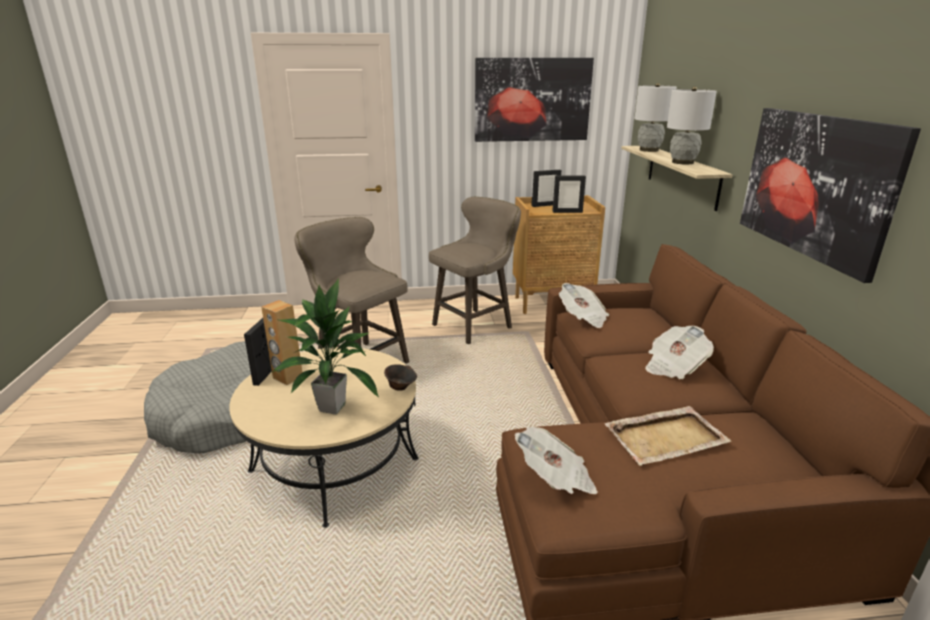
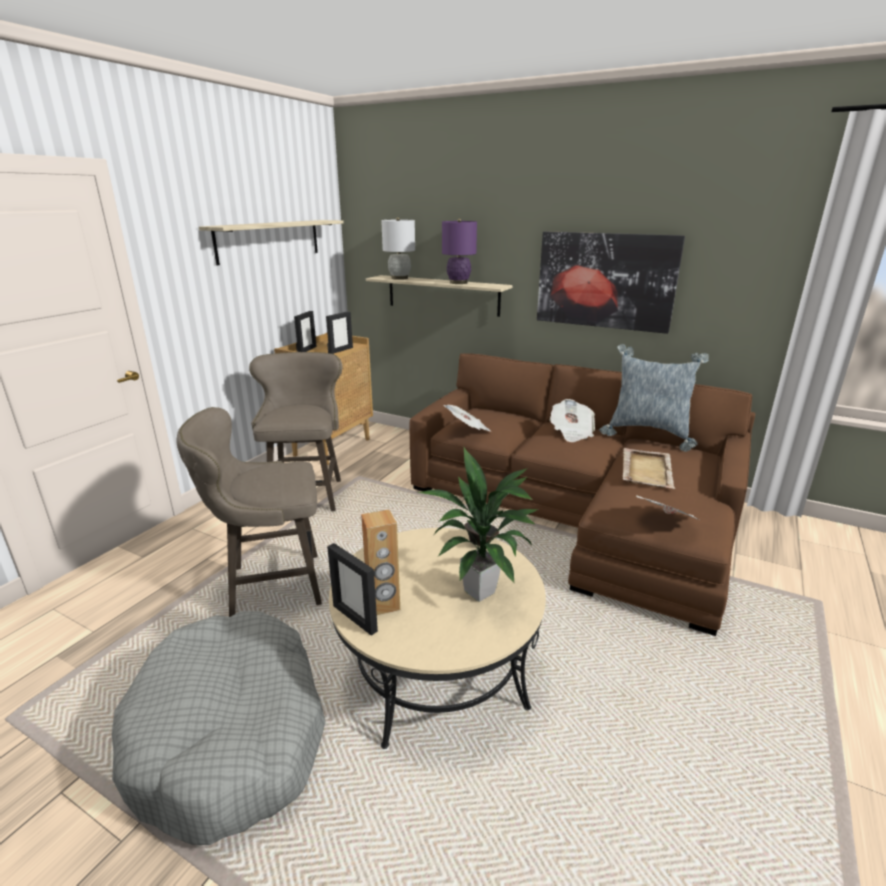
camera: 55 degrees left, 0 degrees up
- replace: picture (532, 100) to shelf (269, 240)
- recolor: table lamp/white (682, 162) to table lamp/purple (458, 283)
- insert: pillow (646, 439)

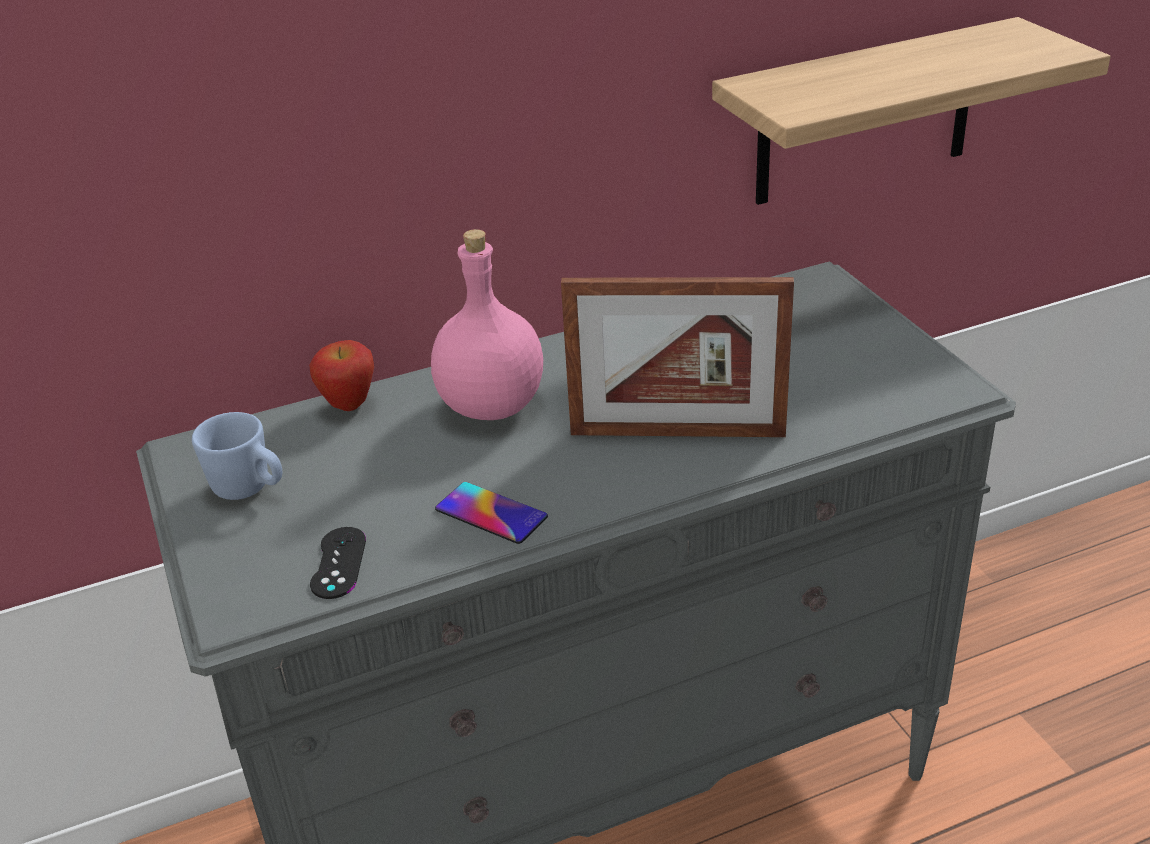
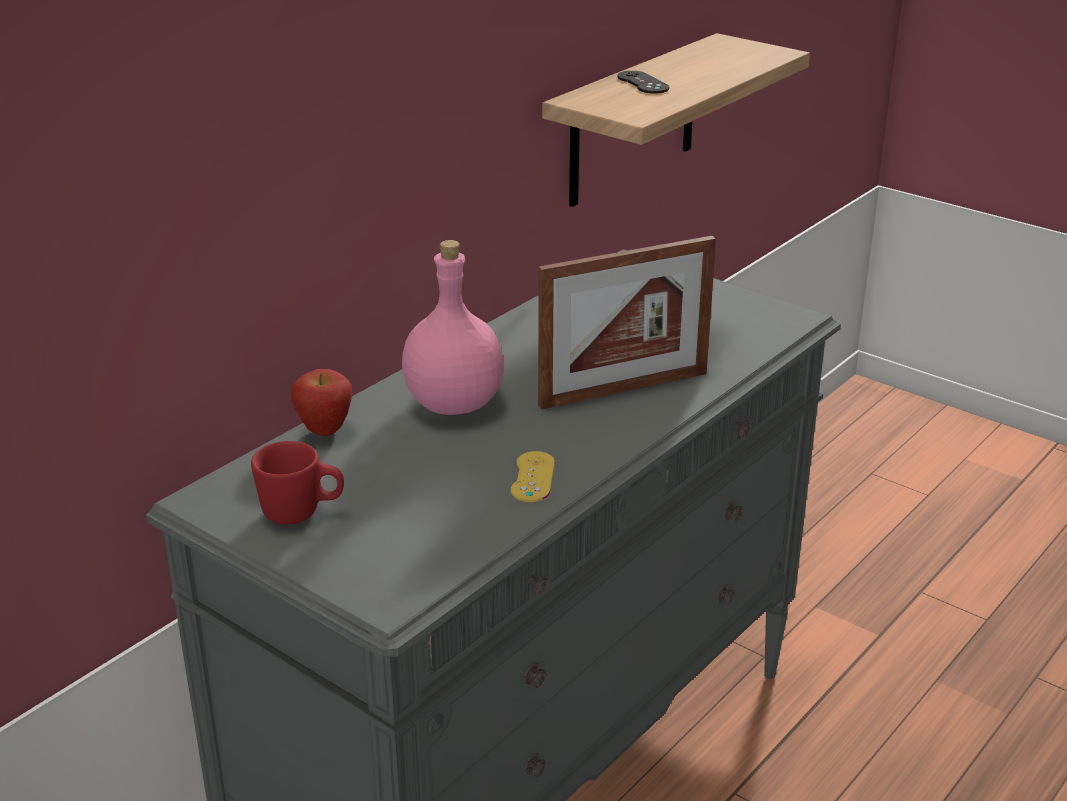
camera: 30 degrees left, 5 degrees down
- recolor: mug/blue (250, 489) to mug/red (302, 513)
- replace: phone (491, 513) to game controller/yellow (533, 477)
- move: game controller/black (338, 563) to (643, 83)

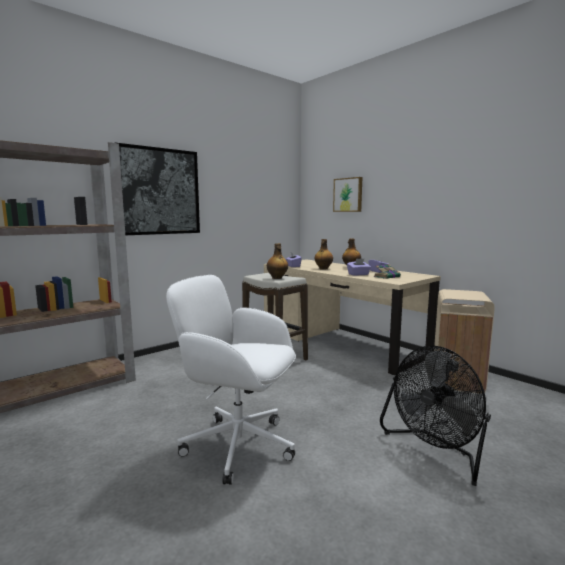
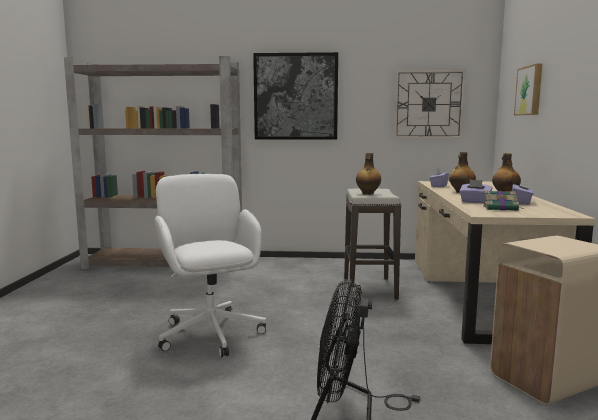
camera: 45 degrees right, 0 degrees up
- insert: wall clock (428, 104)

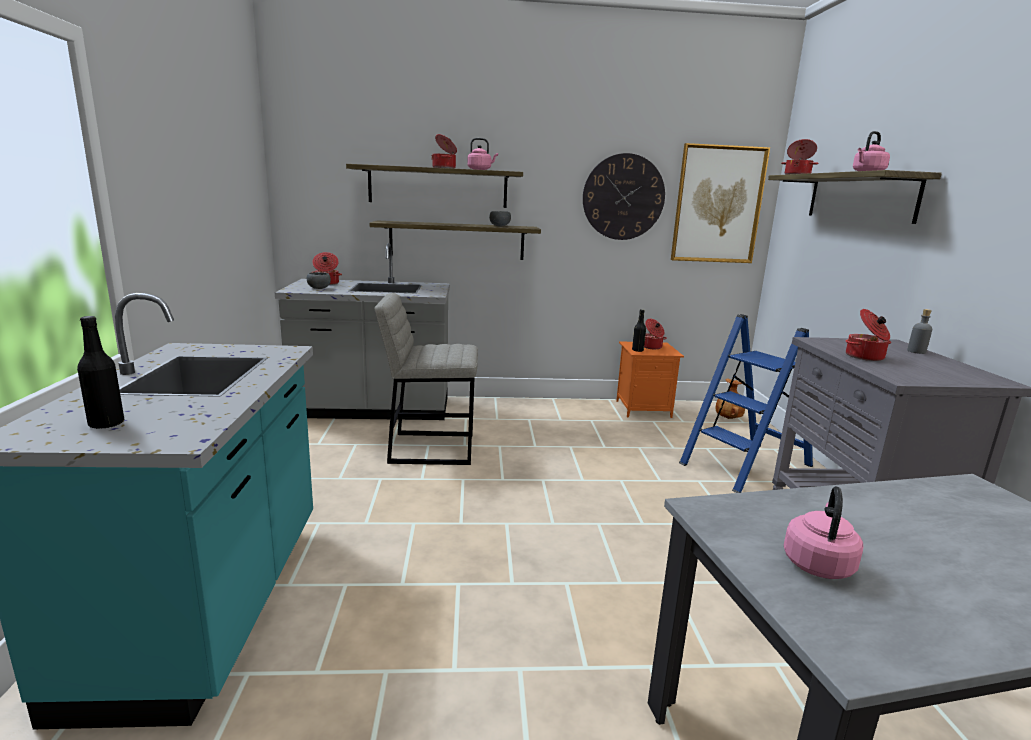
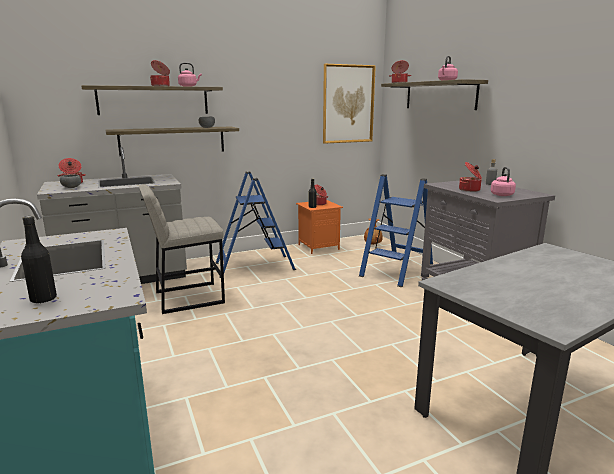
camera: 20 degrees left, 0 degrees up
- insert: step ladder/blue (253, 266)
- move: kettle/pink (818, 563) to (501, 194)
- delete: wall clock (623, 197)

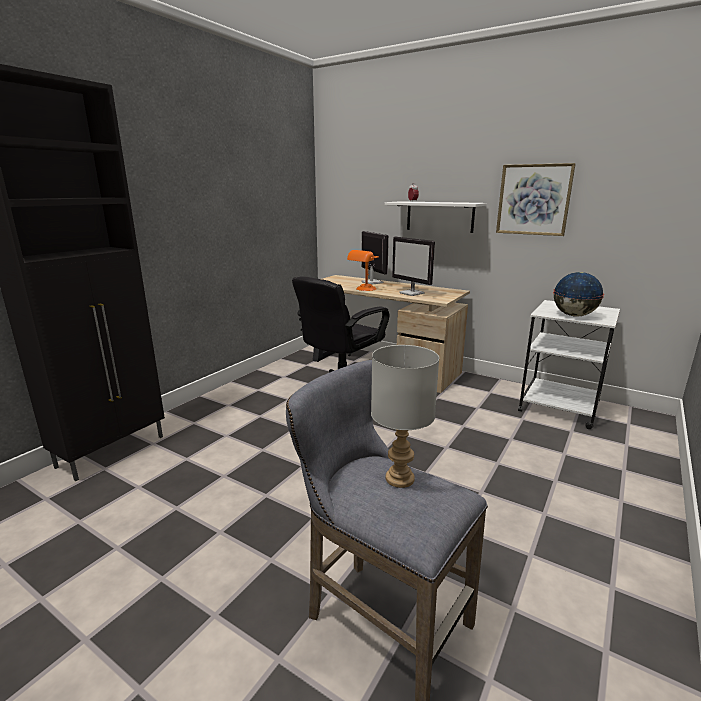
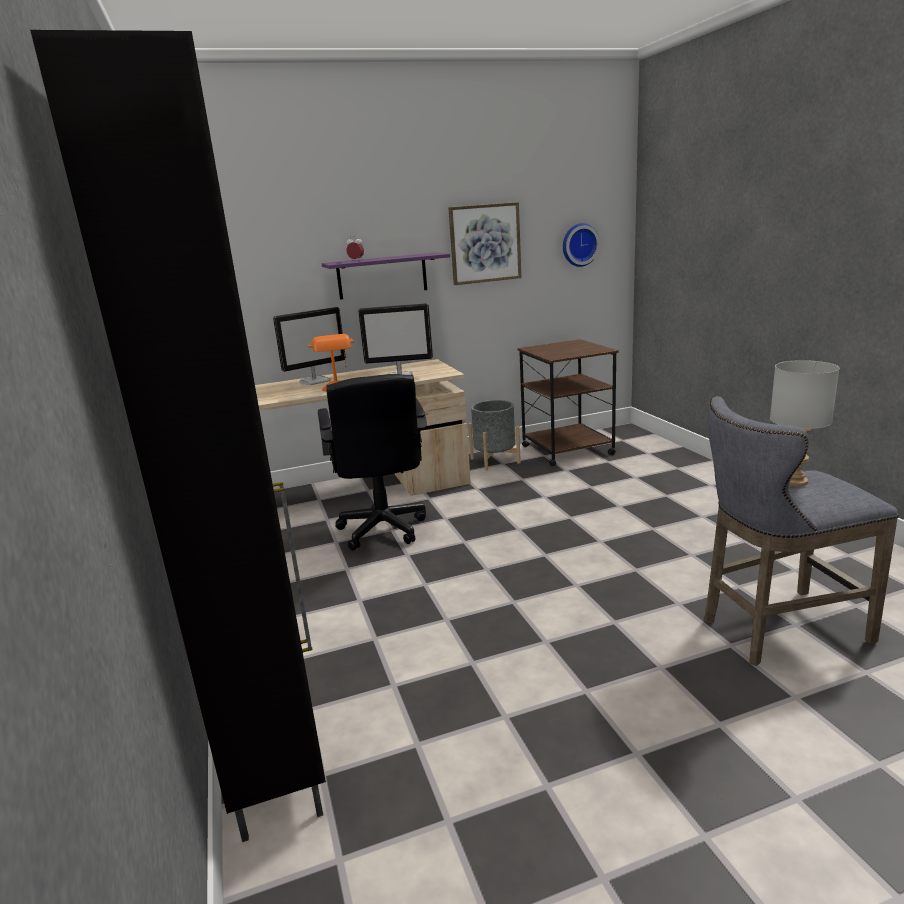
camera: 50 degrees left, 0 degrees up
- rotate: monitor (372, 282) = (315, 381) 135 degrees clockwise
- recolor: shelf/white (440, 216) to shelf/purple (382, 276)
- insert: planter/grey (495, 460)
- recolor: cart/white (560, 407) to cart/brown (568, 450)
- insert: wall clock (579, 245)
- delete: globe (573, 315)

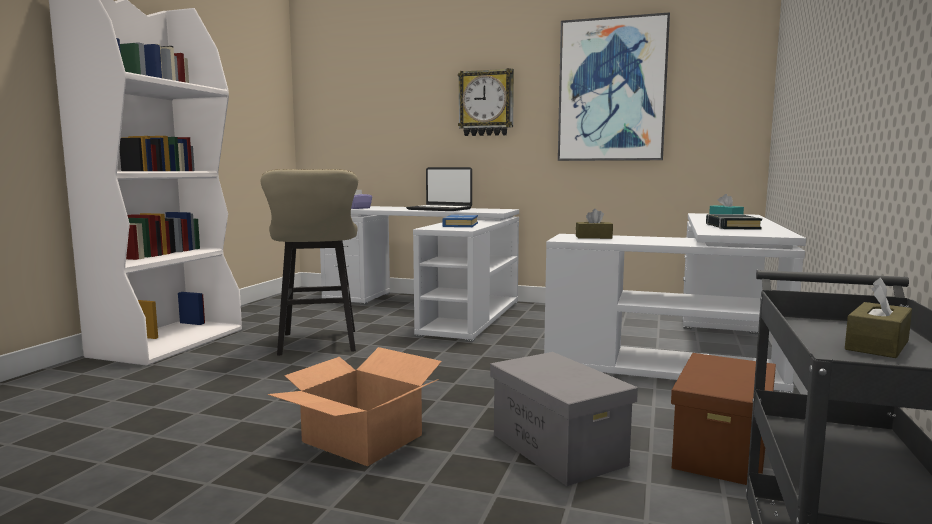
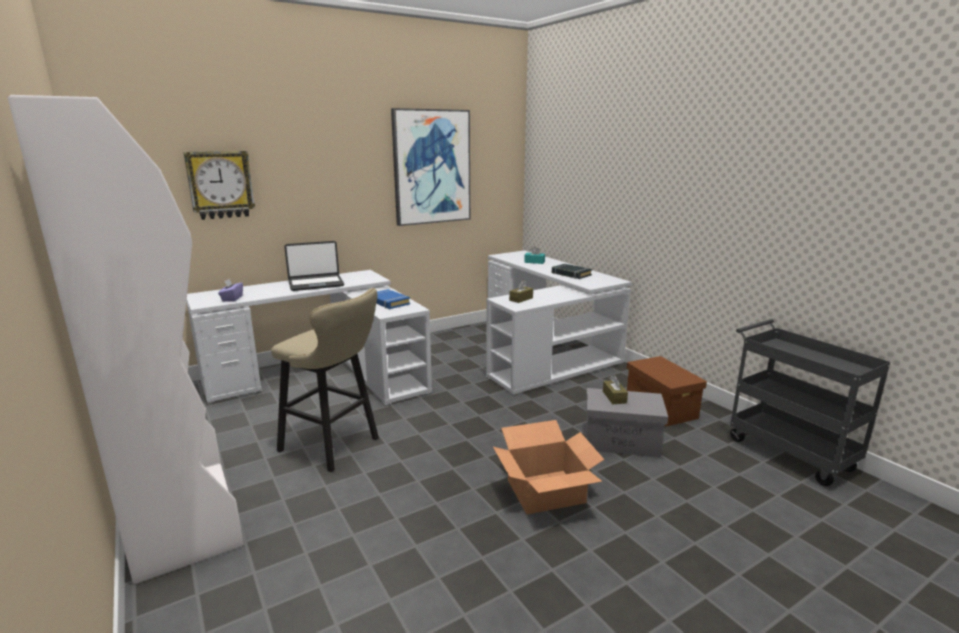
camera: 50 degrees left, 10 degrees up
- move: wall clock (486, 103) to (220, 185)
- move: tissue box/brown (877, 345) to (614, 397)

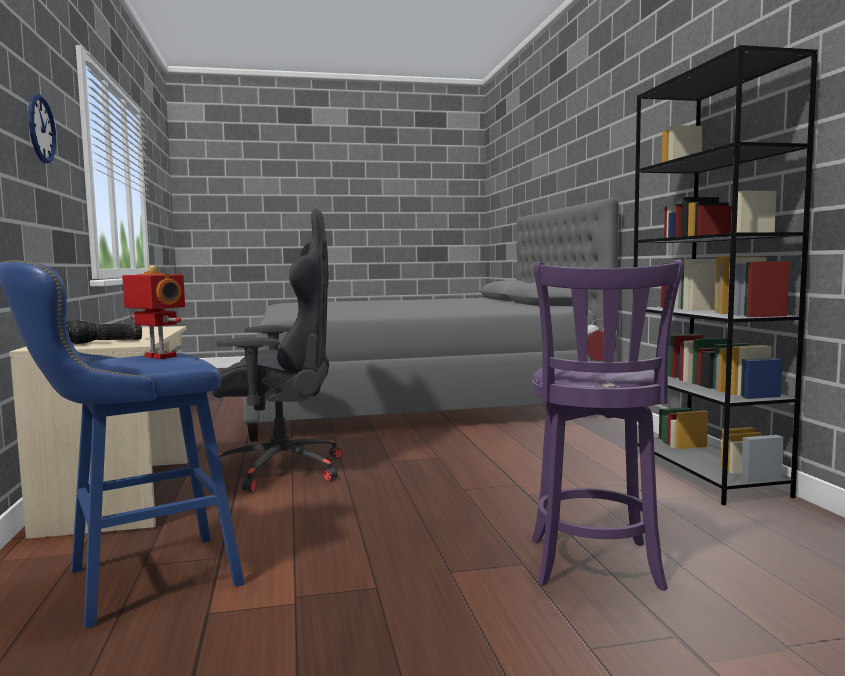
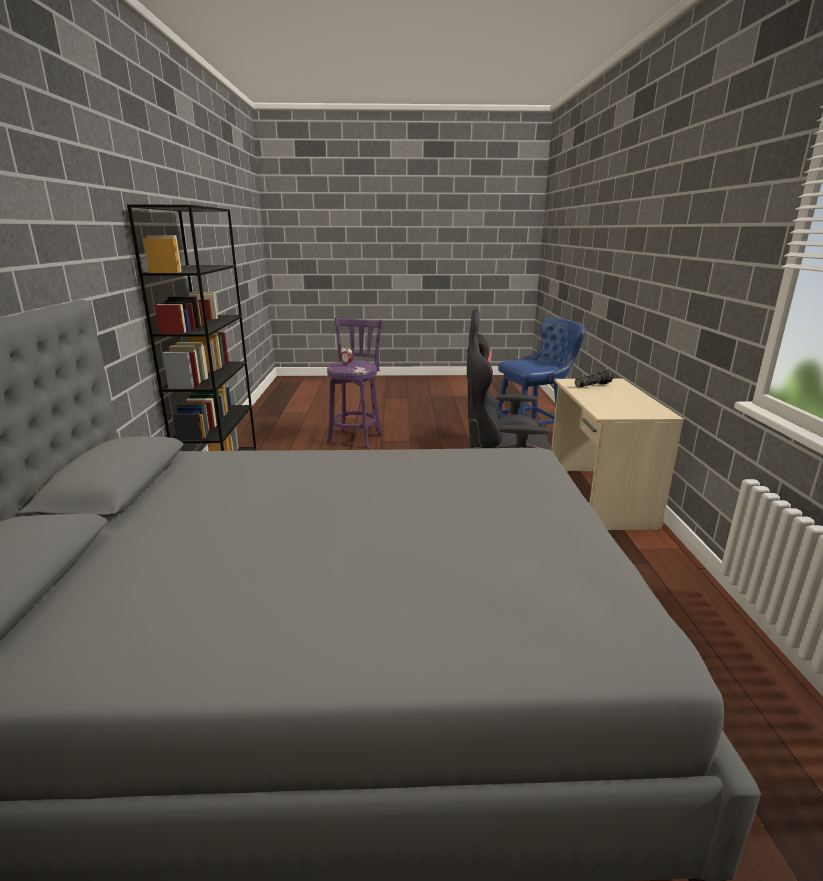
camera: 170 degrees left, 15 degrees up
- delete: wall clock (41, 129)
- delete: toy robot (158, 357)

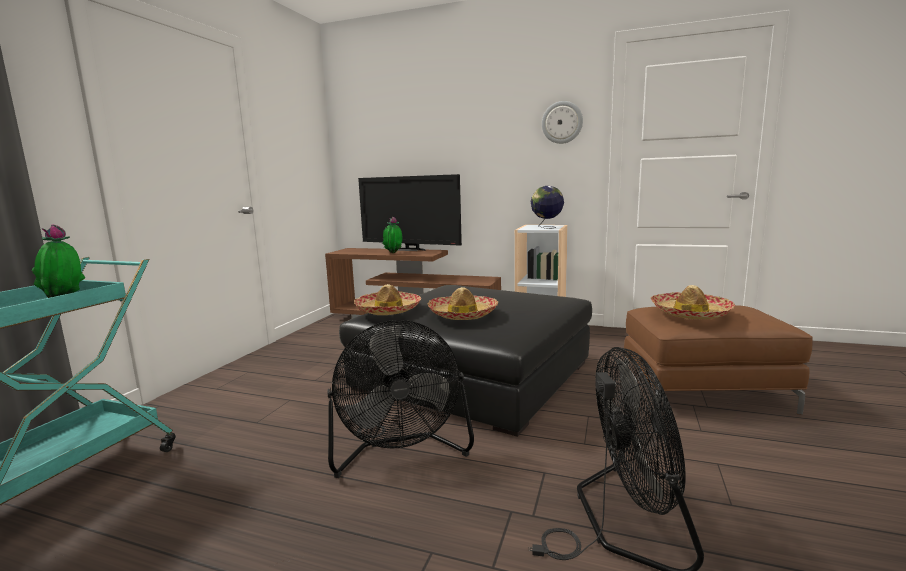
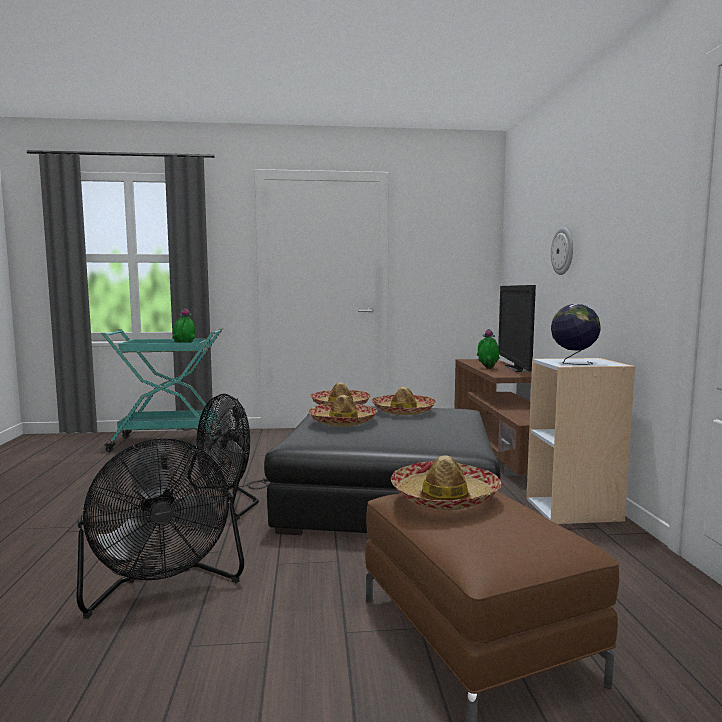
camera: 65 degrees right, 5 degrees down
- insert: hat (402, 411)
- move: wall clock (562, 122) to (563, 251)

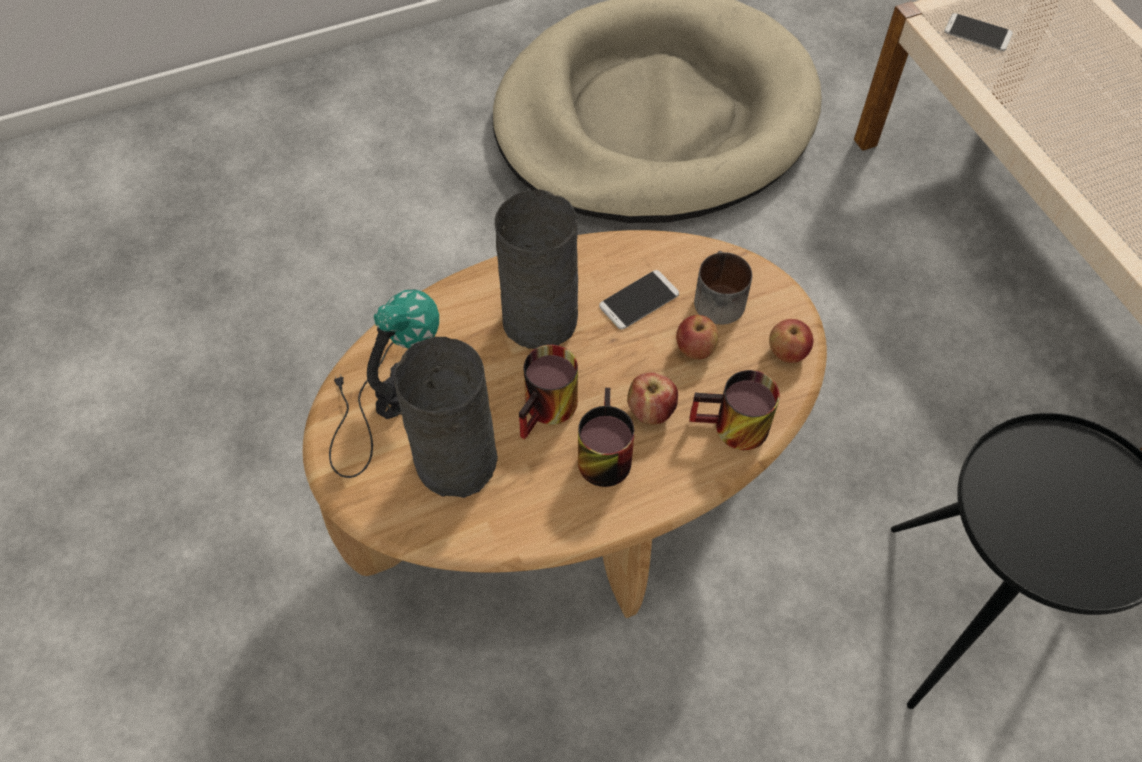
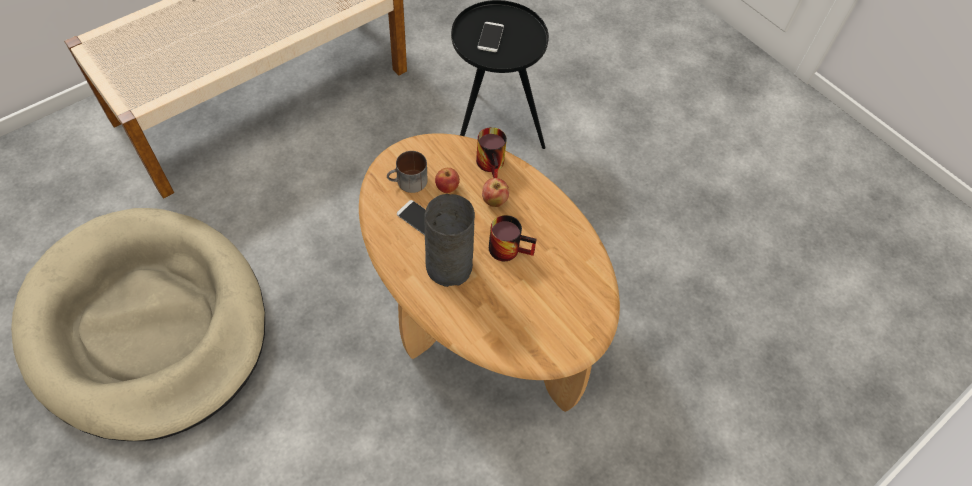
camera: 110 degrees left, 0 degrees up
- move: phone (977, 33) to (490, 37)
- delete: table lamp (389, 396)
- delete: vase/grey (457, 459)
- delete: mug (599, 453)
- delete: apple (787, 352)

